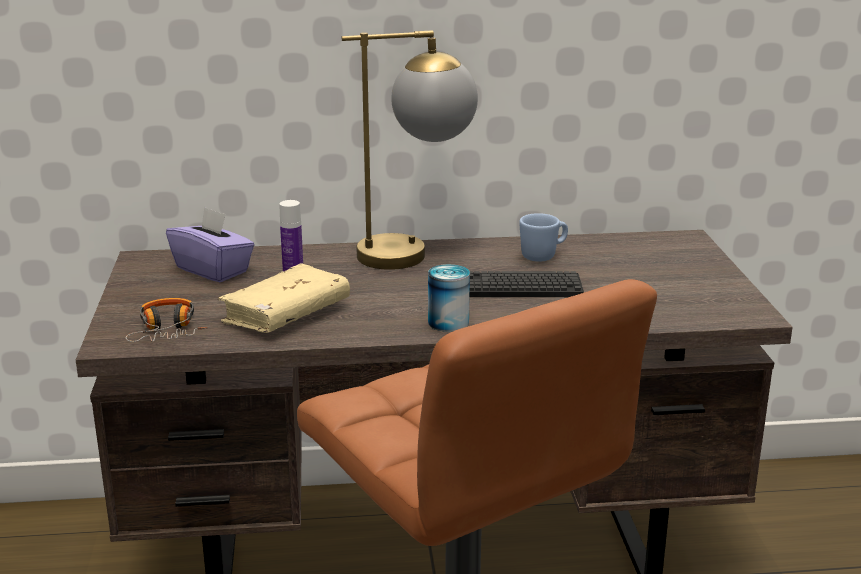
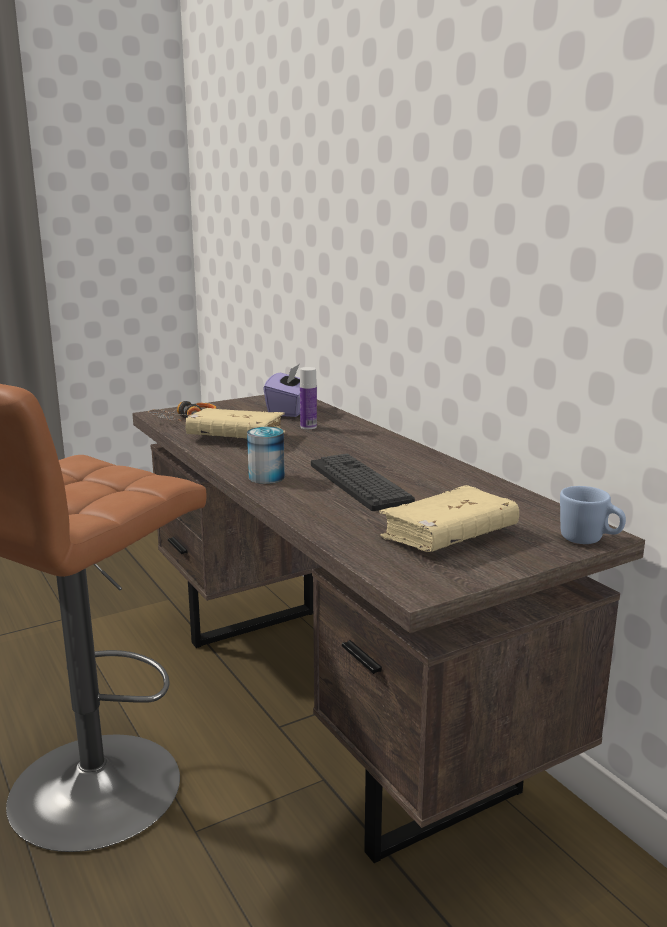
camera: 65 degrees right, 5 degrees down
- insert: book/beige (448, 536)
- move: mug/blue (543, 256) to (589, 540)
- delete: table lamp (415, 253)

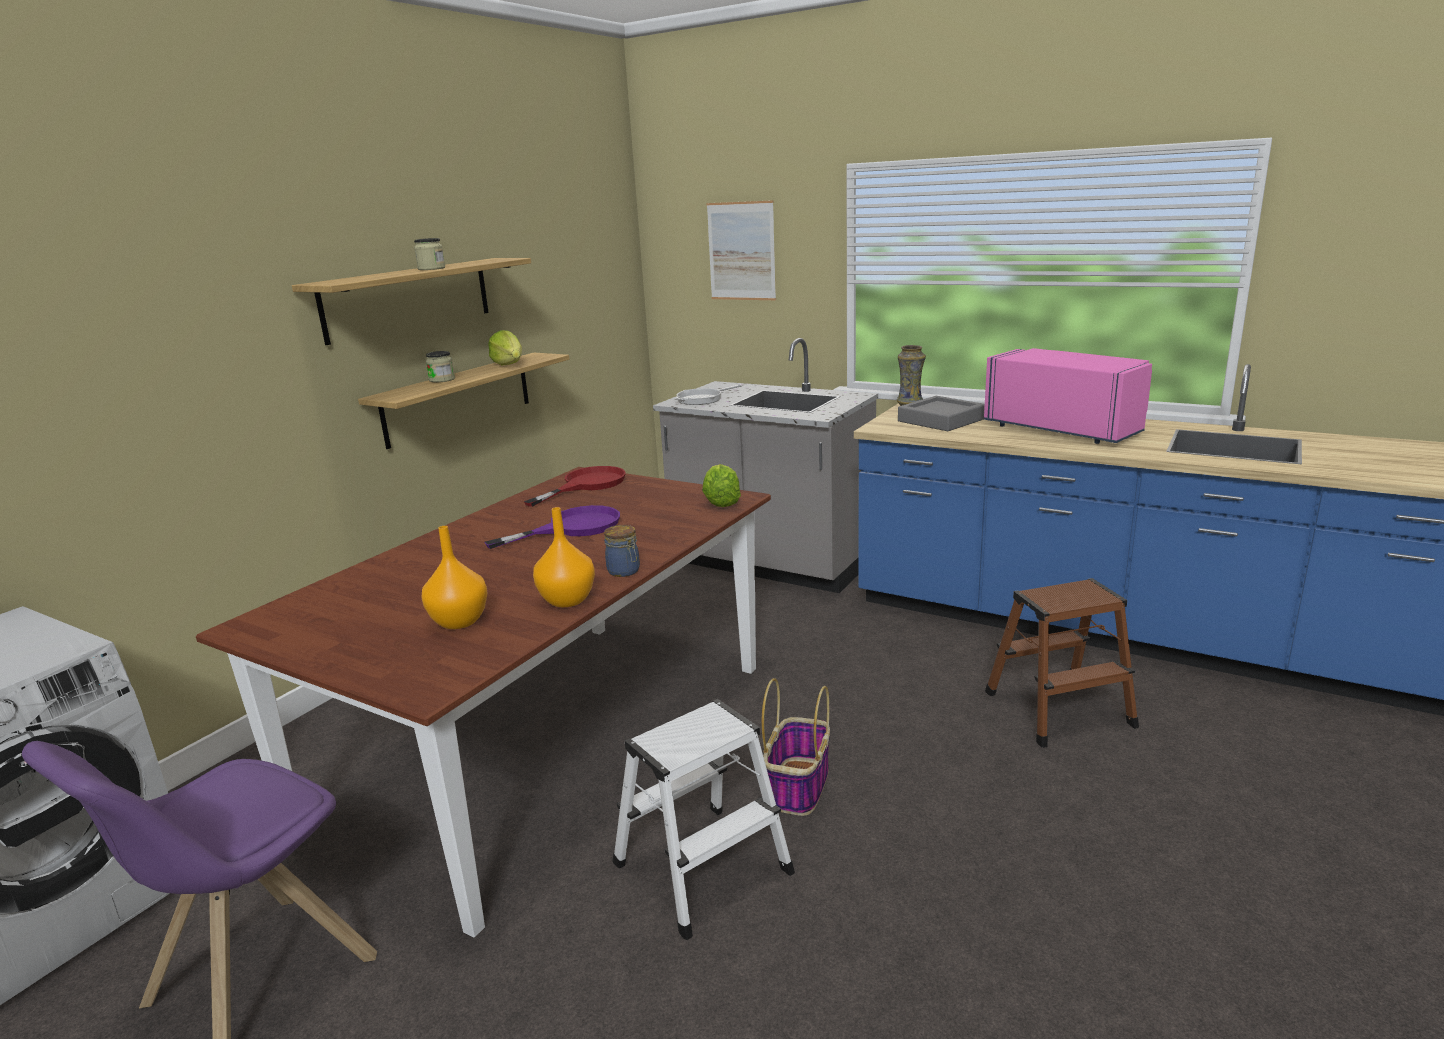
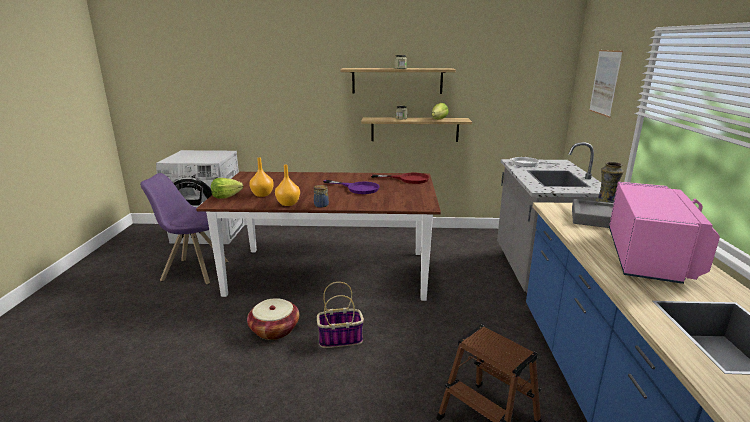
camera: 60 degrees right, 0 degrees up
- move: lettuce (721, 502) to (226, 196)
- replace: step ladder/white (703, 866) to basket (274, 330)

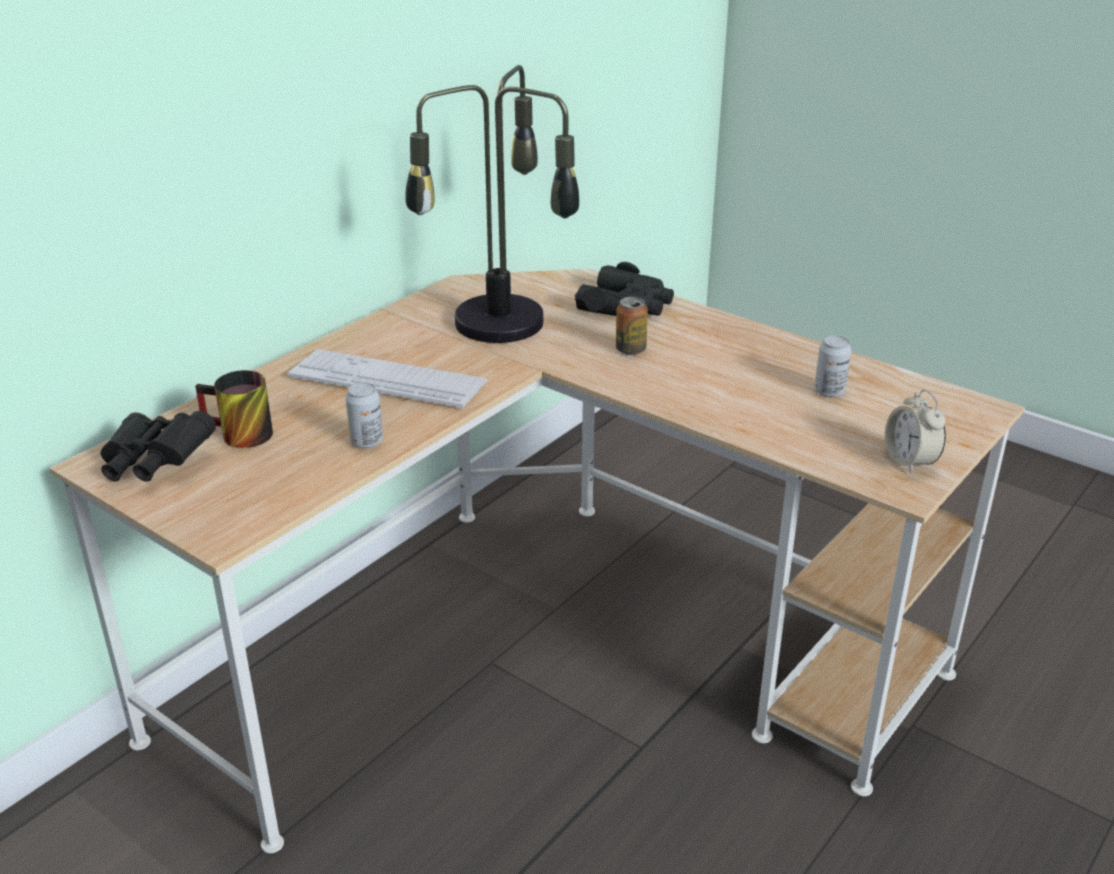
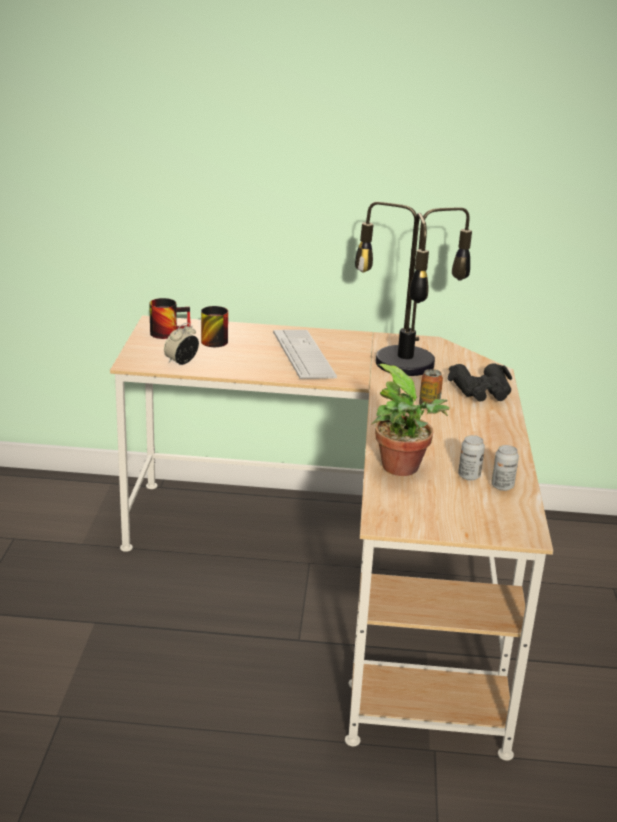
camera: 55 degrees right, 5 degrees down
- replace: binoculars/black (154, 464) to mug (168, 332)
- move: alarm clock (909, 461) to (181, 362)
- insert: potted plant (404, 469)
- move: can (366, 442) to (502, 486)

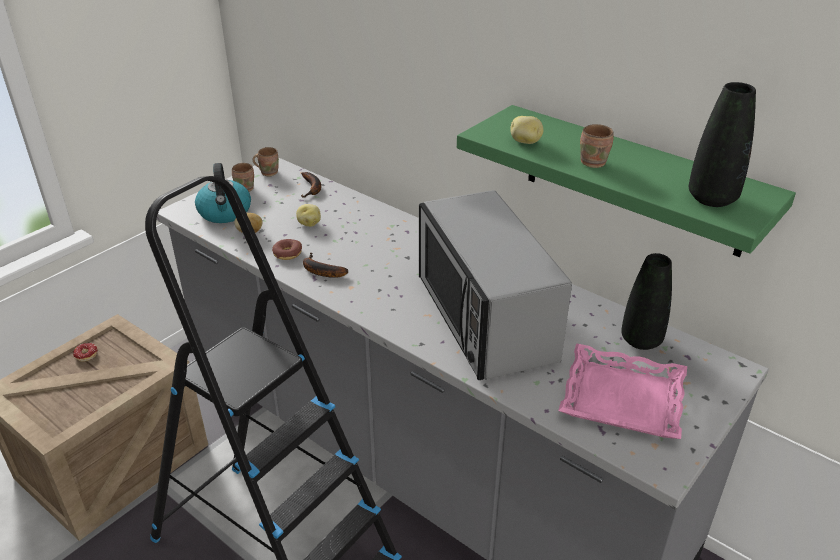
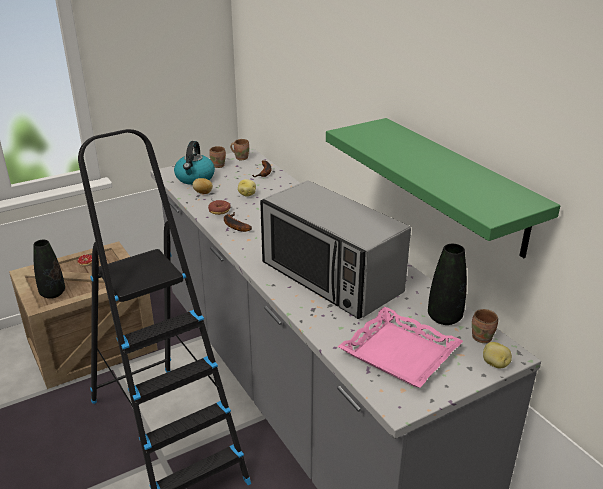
camera: 20 degrees right, 5 degrees down
- move: vase/black (712, 198) to (53, 293)
- rotate: microwave (484, 319) = (330, 278) 45 degrees counterclockwise
- move: mug/brown (594, 162) to (483, 337)
- move: potato (525, 142) to (495, 364)

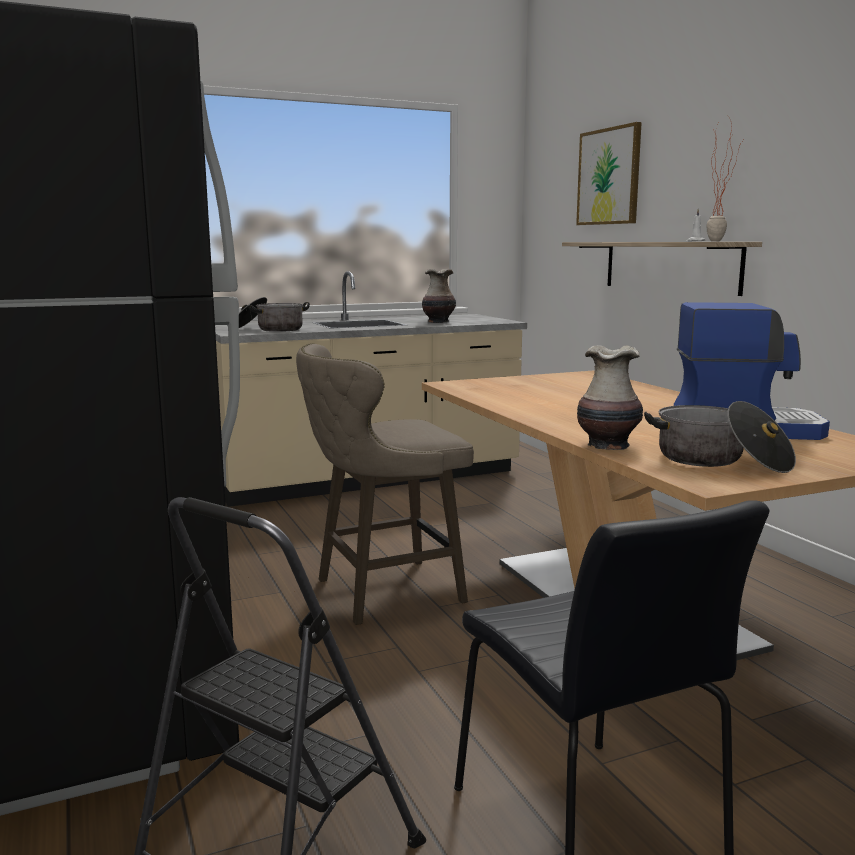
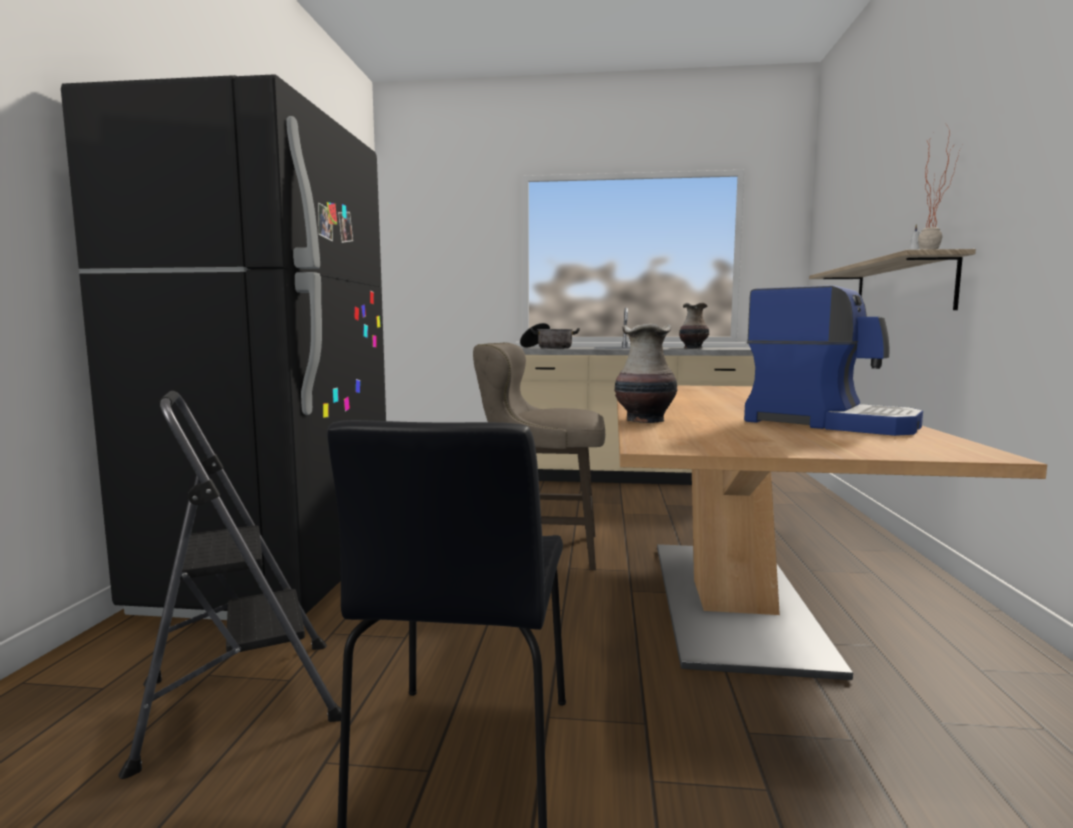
camera: 30 degrees right, 5 degrees down
- delete: picture (609, 177)
- delete: cooking pot (720, 460)

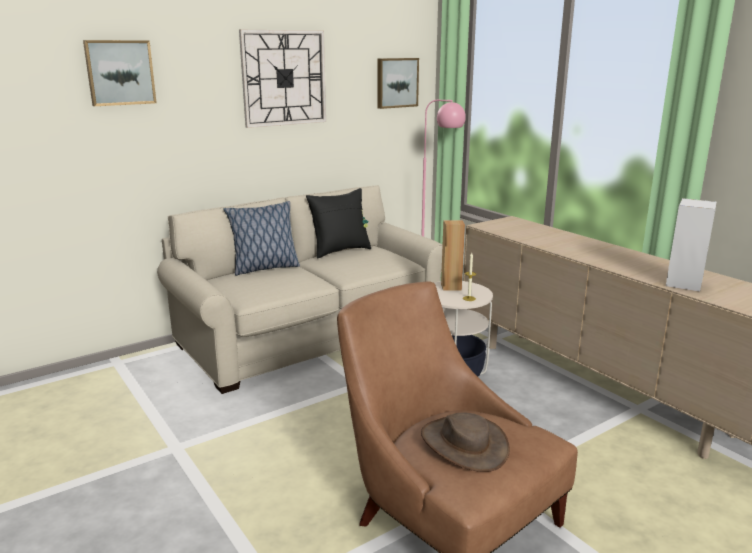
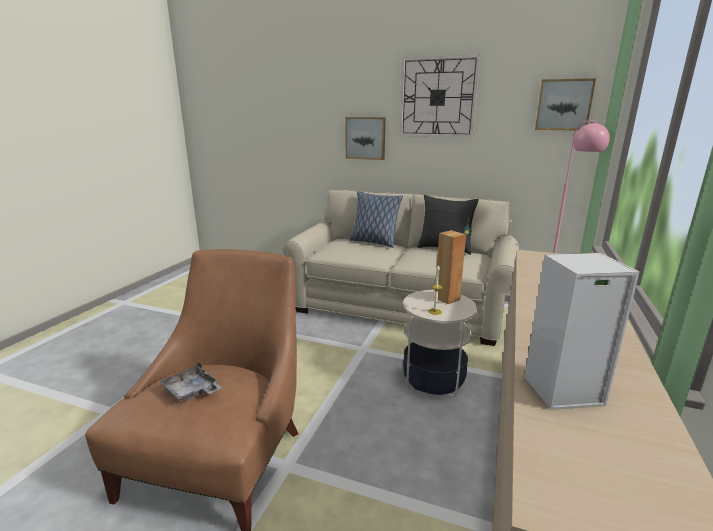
camera: 55 degrees right, 0 degrees up
- replace: hat/brown (464, 444) to tray/grey (192, 391)
- move: picture (120, 72) to (365, 138)

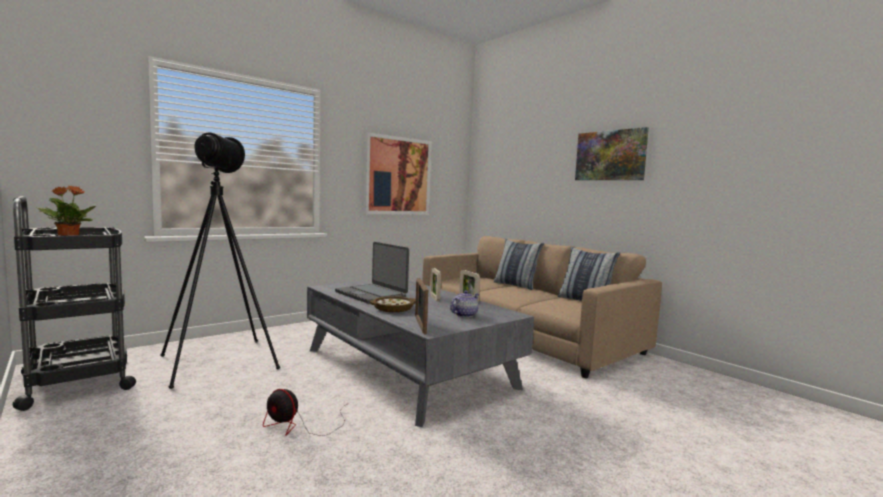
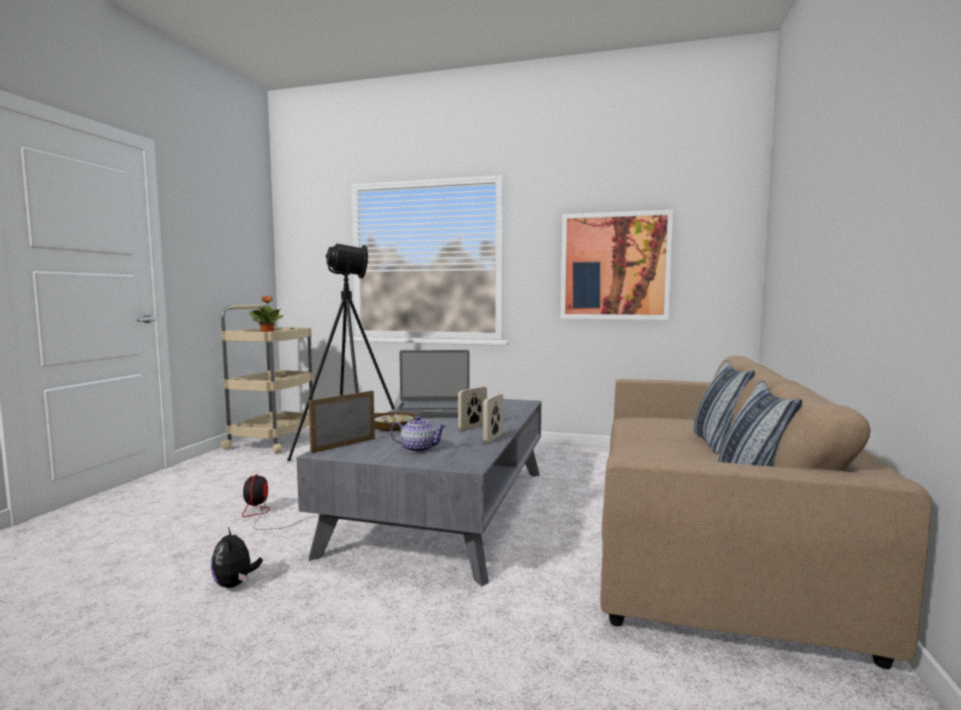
camera: 55 degrees right, 0 degrees up
- insert: plush toy (235, 584)
- recolor: cart/black (79, 382) to cart/beige (274, 442)
- rotate: laptop (371, 294) = (434, 411) 105 degrees counterclockwise
- delete: picture (610, 155)

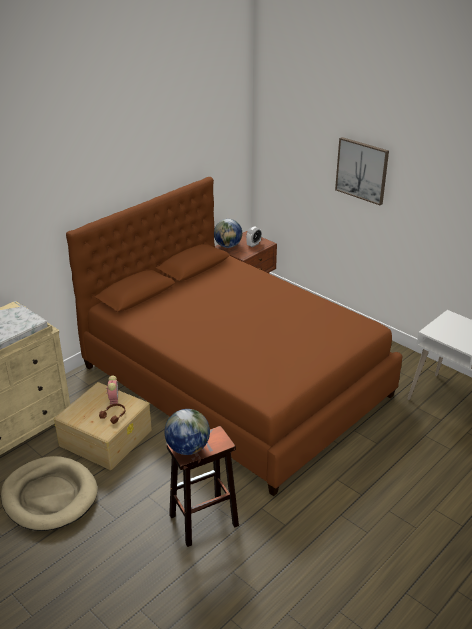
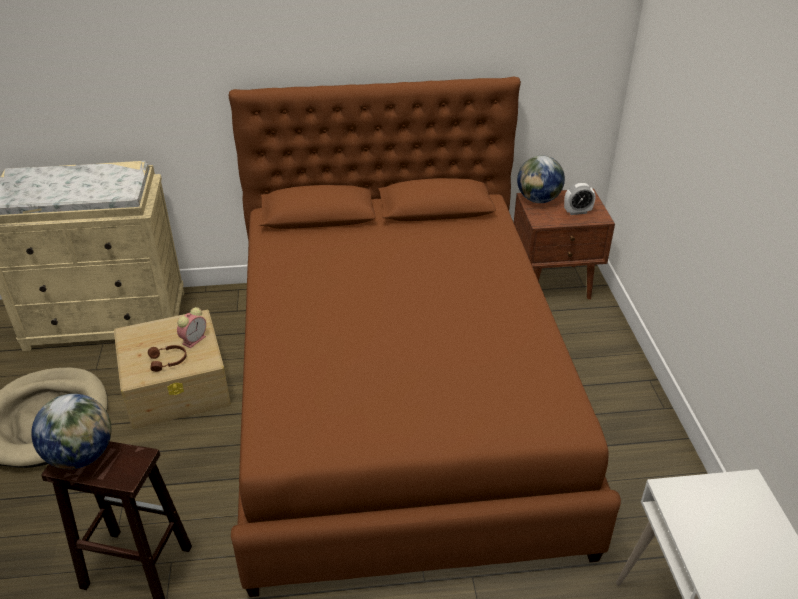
camera: 40 degrees right, 5 degrees up
- delete: picture (362, 170)

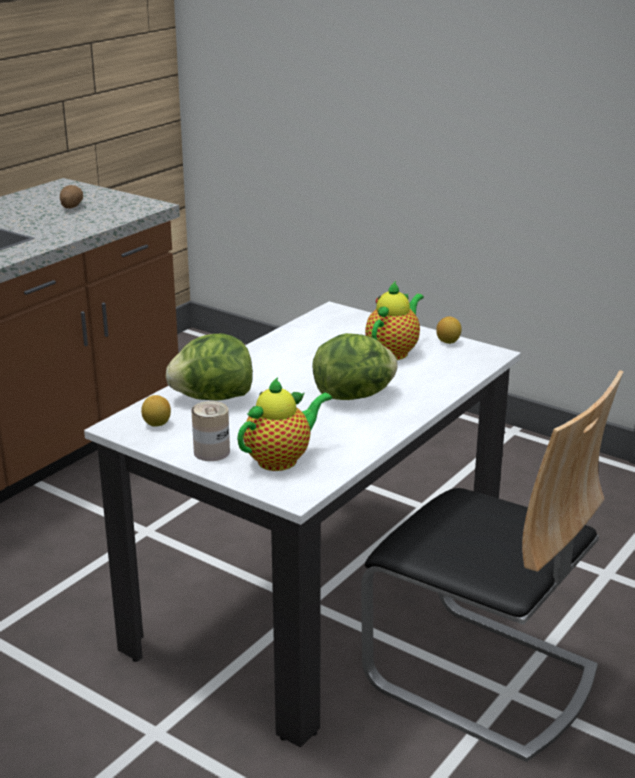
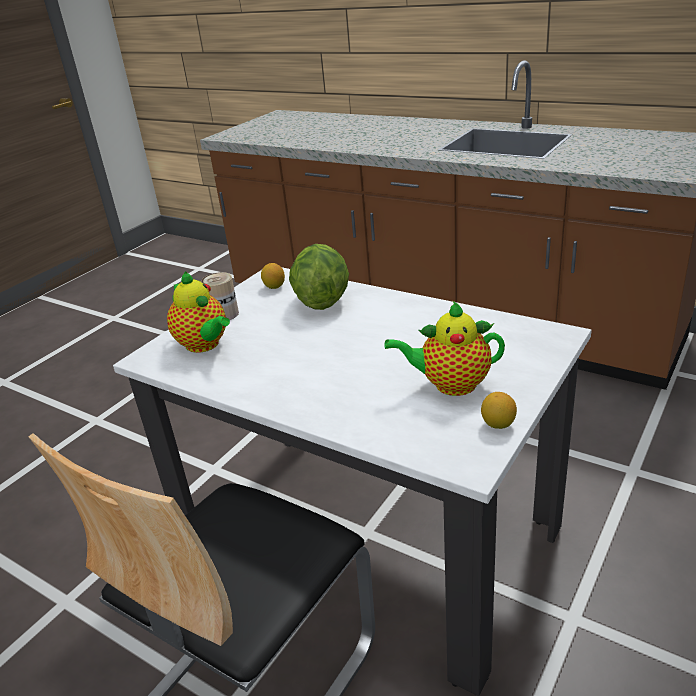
camera: 90 degrees right, 5 degrees up
- rotate: teapot (394, 352) = (450, 385) 150 degrees clockwise
- delete: potato (71, 207)
- delete: lettuce (355, 396)

